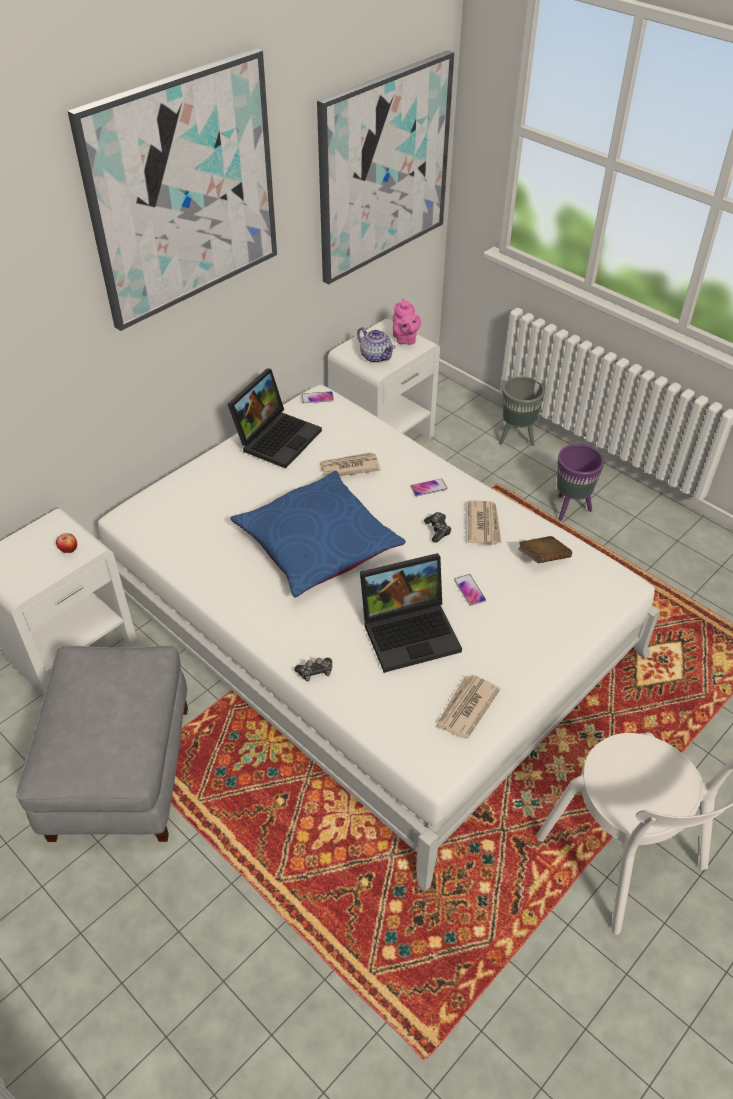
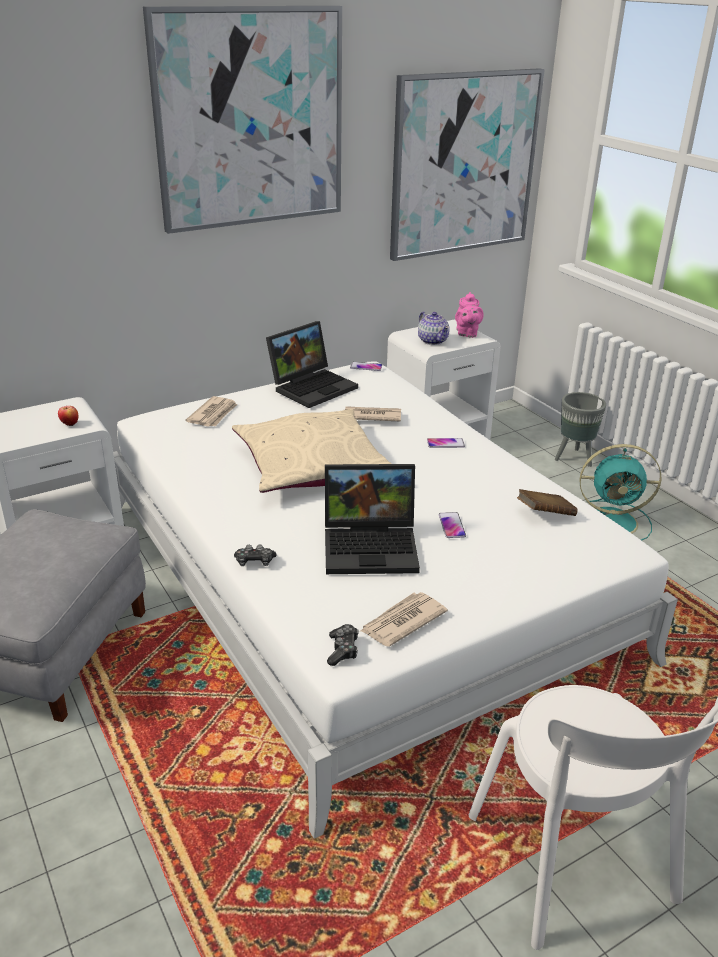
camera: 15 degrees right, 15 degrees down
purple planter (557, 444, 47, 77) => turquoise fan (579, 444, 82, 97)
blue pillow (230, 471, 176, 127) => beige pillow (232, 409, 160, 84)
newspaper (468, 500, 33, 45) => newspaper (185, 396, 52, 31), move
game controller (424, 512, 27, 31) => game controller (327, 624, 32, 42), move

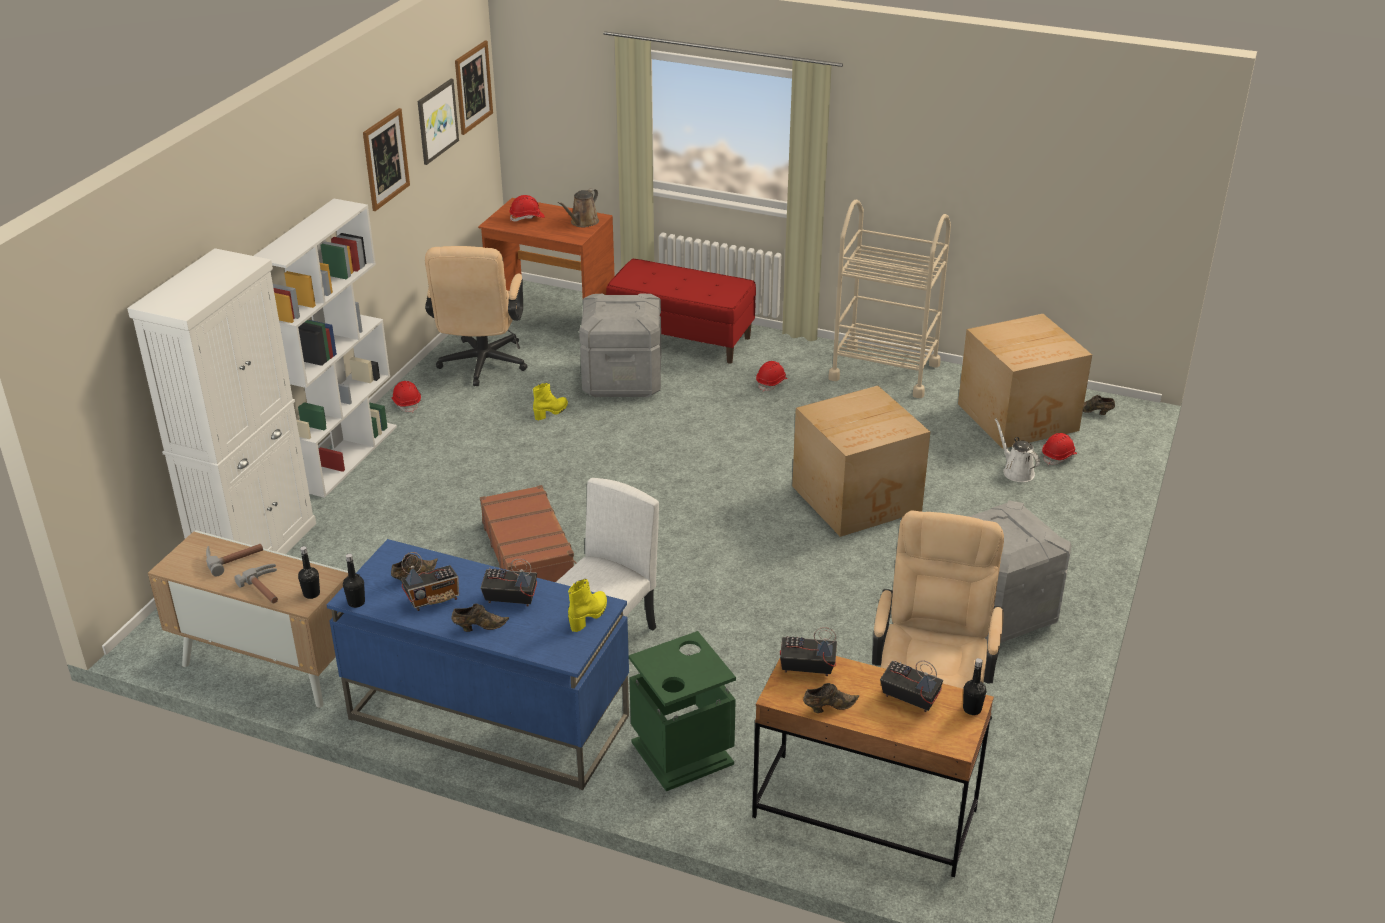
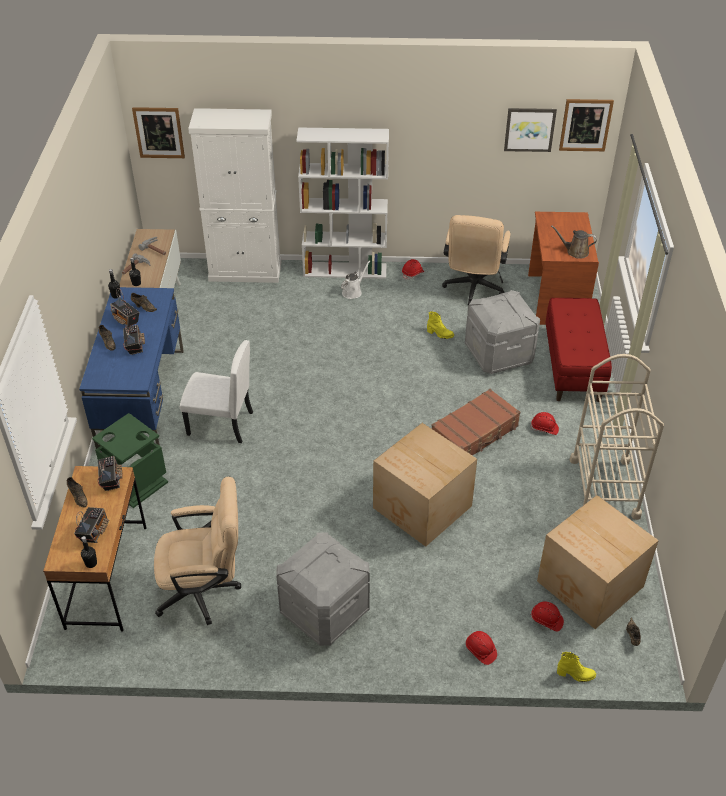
camera: 70 degrees right, 10 degrees up
picture (363, 108, 47, 103) => picture (132, 107, 53, 51), move
red hard hat (509, 195, 36, 27) => red hard hat (466, 631, 31, 34), move
beige office chair (425, 246, 103, 140) => beige office chair (442, 215, 68, 90), 60 degrees counterclockwise
white watering can (994, 418, 46, 64) => white watering can (341, 260, 29, 39), move
brown suitcase (480, 485, 97, 97) => brown suitcase (431, 389, 89, 67), move
yellow boot (568, 579, 39, 53) => yellow boot (557, 652, 39, 30), move

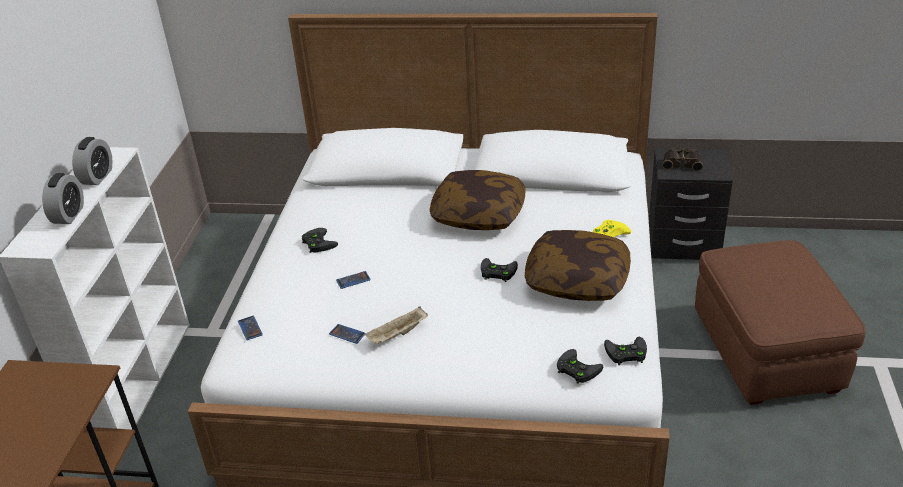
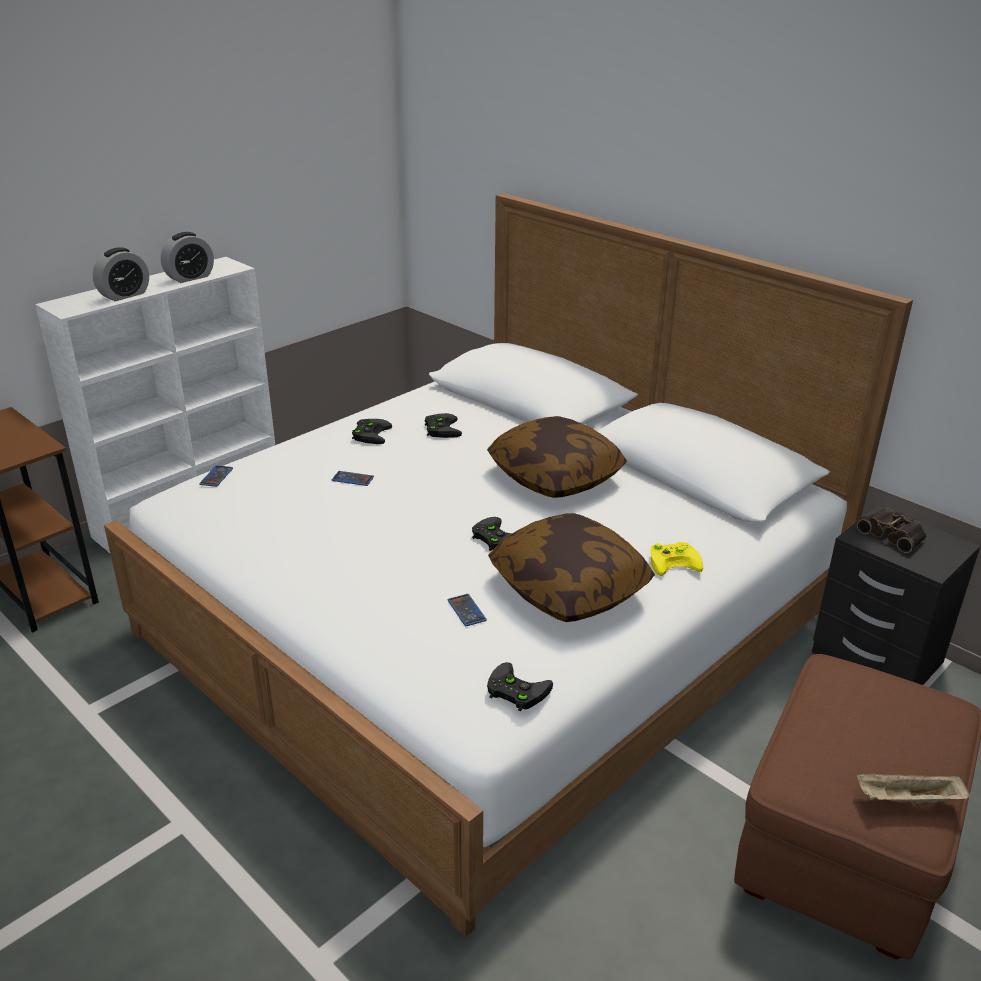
camera: 35 degrees right, 5 degrees down
beige tray (365, 306, 63, 38) => beige tray (857, 773, 113, 32), move
phone (329, 324, 36, 20) => phone (448, 594, 39, 32), move
black game controller (557, 349, 47, 35) => black game controller (425, 413, 37, 25), move

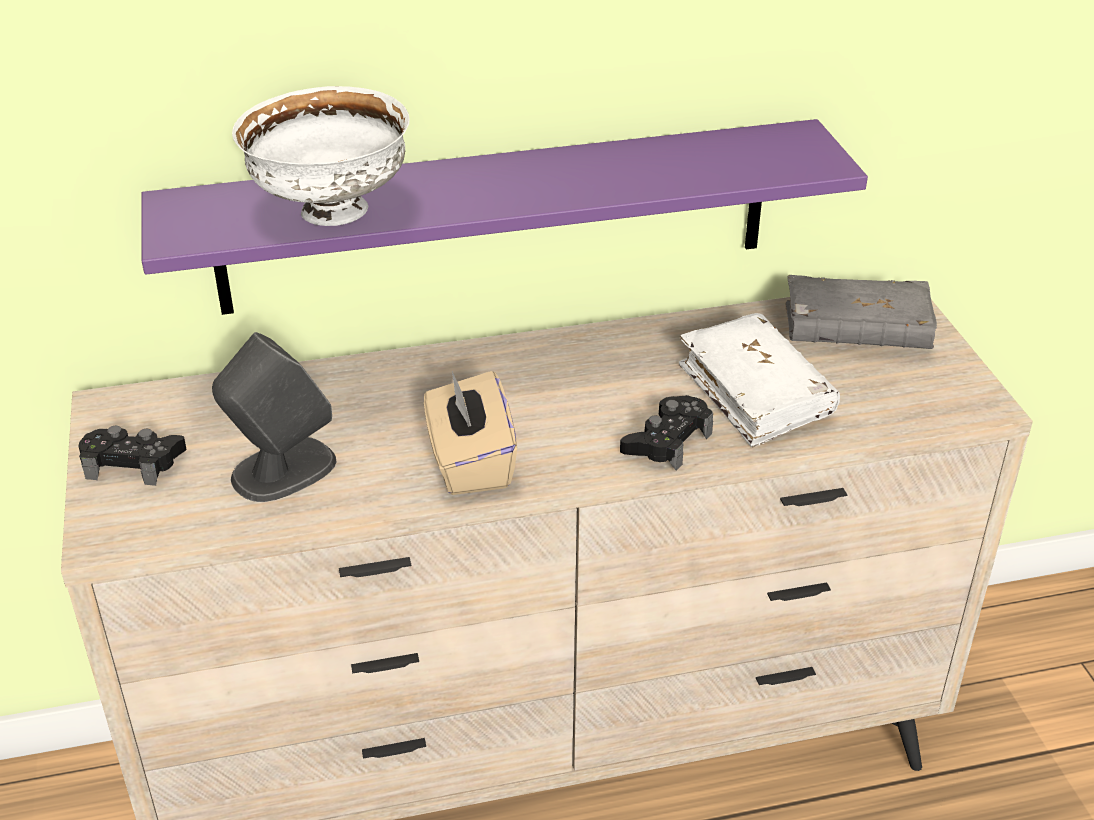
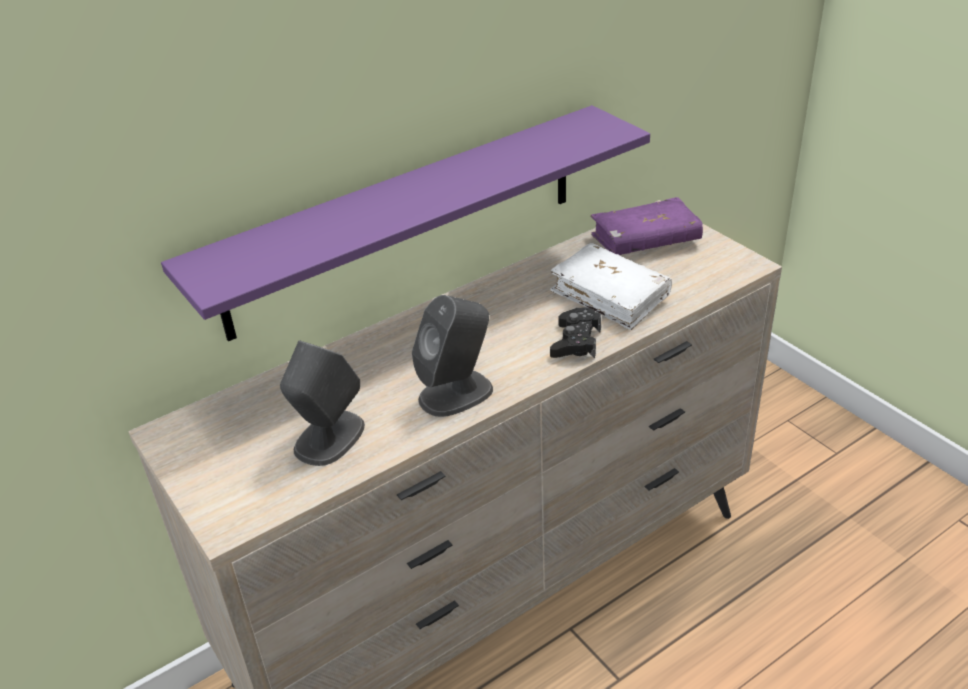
camera: 20 degrees left, 0 degrees up
white bowl (232, 86, 178, 140) => nothing
grey book (786, 275, 151, 74) => purple book (590, 197, 113, 58)
beige tissue box (424, 371, 93, 124) => grey speaker (412, 295, 81, 122)
black game controller (79, 426, 107, 60) => nothing

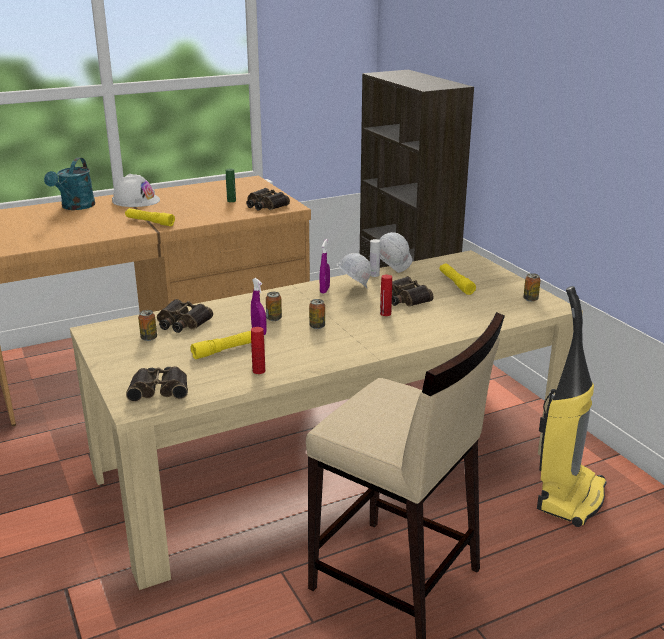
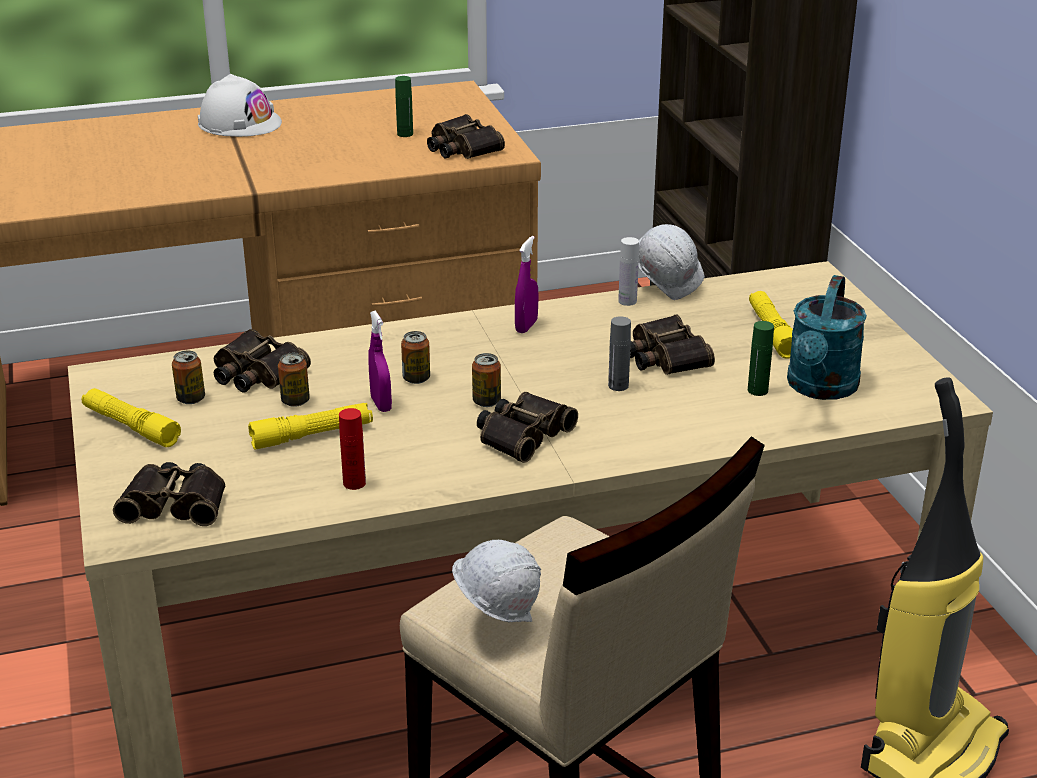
camera: 10 degrees right, 5 degrees up
turquoise watering can (44, 158, 51, 52) => turquoise watering can (787, 275, 80, 125), move
yellow flashlight (125, 208, 50, 18) => yellow flashlight (82, 388, 99, 59), move
white hard hat (336, 253, 35, 35) => white hard hat (452, 540, 89, 82), move
can (523, 273, 18, 29) => can (278, 353, 32, 54), move
red bottle (380, 275, 12, 41) => grey bottle (608, 316, 23, 75)
nothing => green bottle (748, 321, 26, 75)
nothing => binoculars (477, 392, 101, 71)

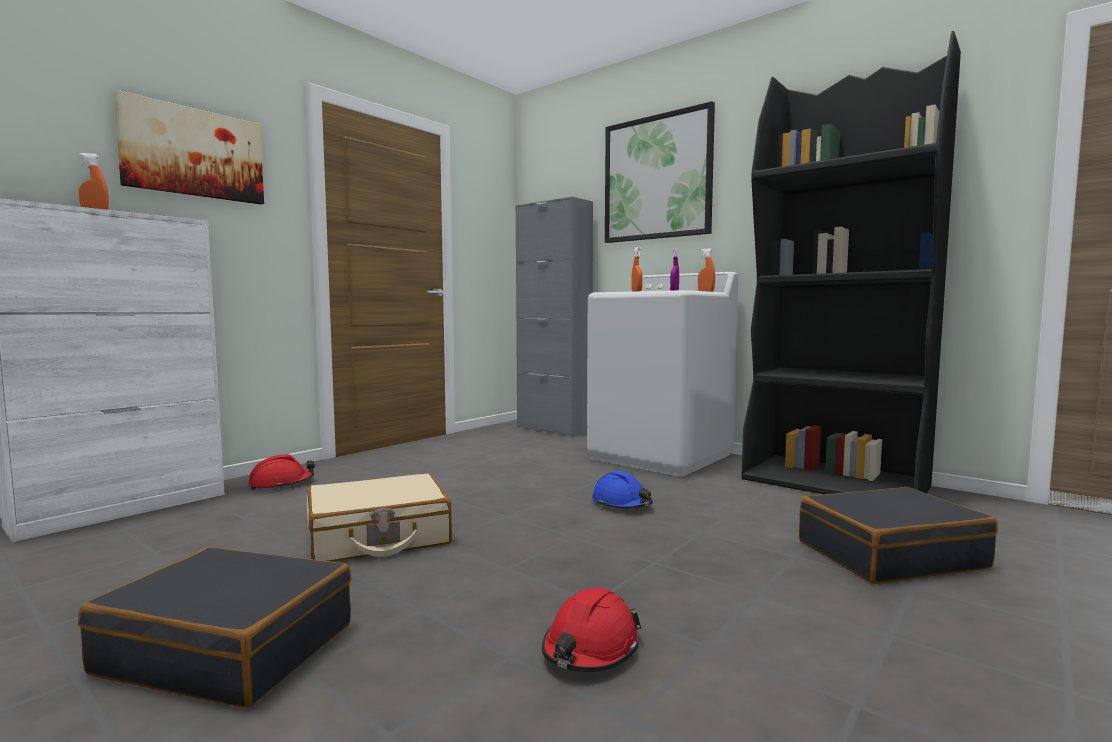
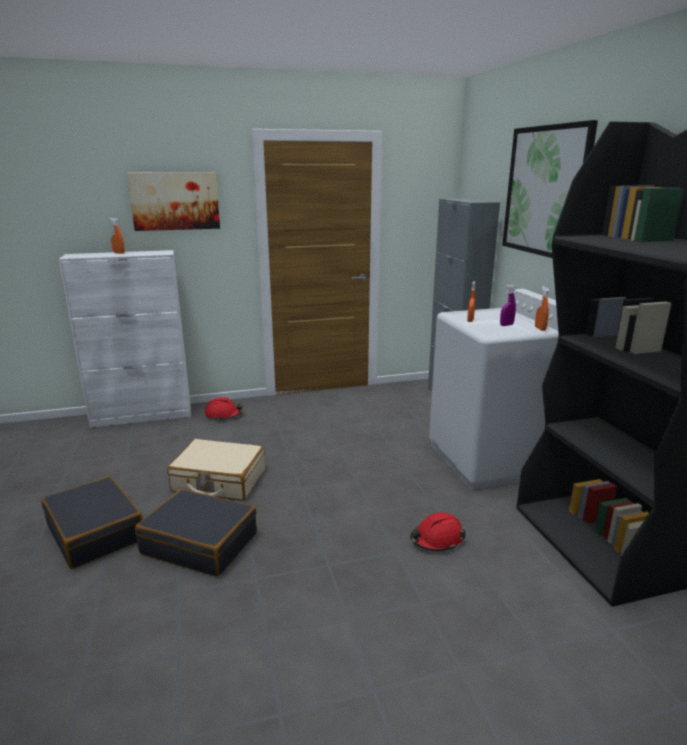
camera: 35 degrees right, 15 degrees up
blue hard hat (592, 471, 61, 38) => nothing
black suitcase (799, 487, 199, 97) => black suitcase (135, 489, 122, 88), move
red hard hat (542, 587, 99, 85) => red hard hat (410, 512, 56, 39), move

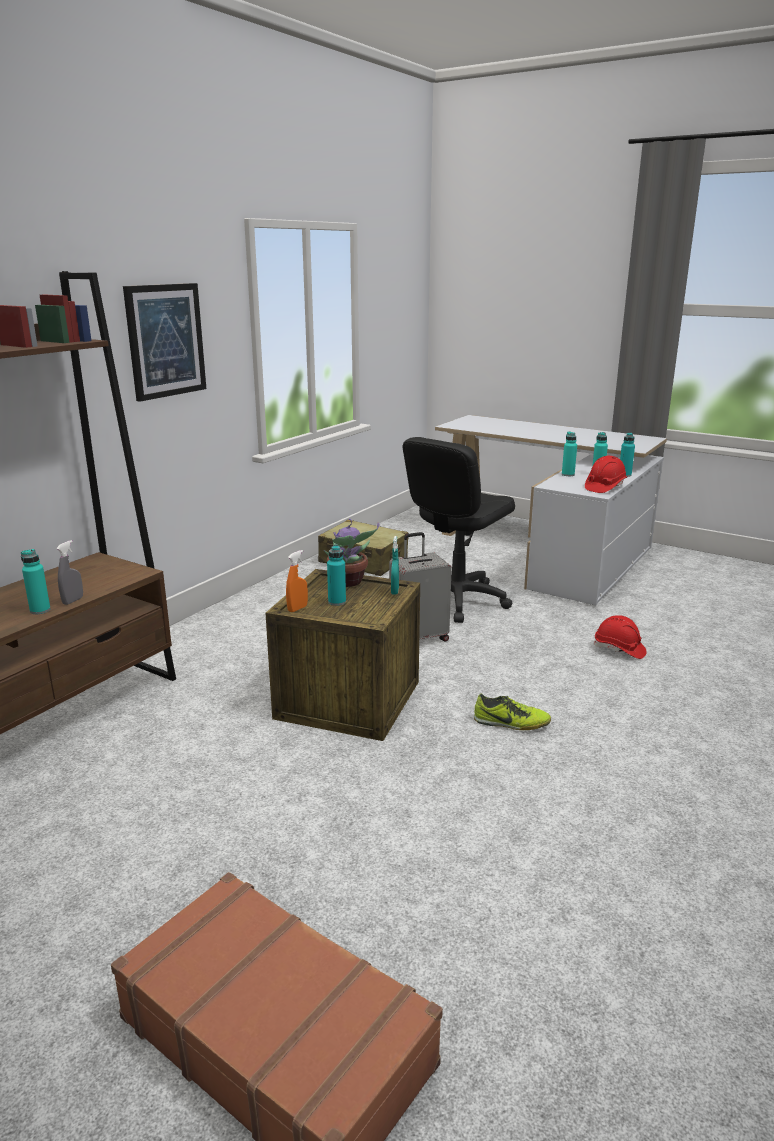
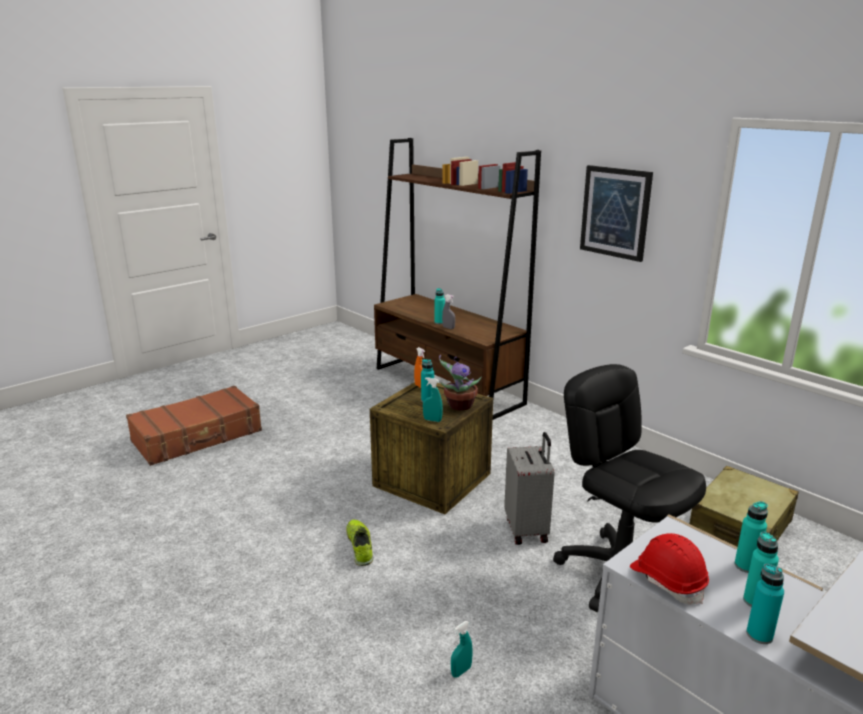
camera: 105 degrees right, 0 degrees up
red hard hat (593, 615, 54, 44) => turquoise spray bottle (451, 621, 22, 57)
shoe (474, 694, 77, 36) => shoe (346, 519, 27, 47), 135 degrees clockwise

